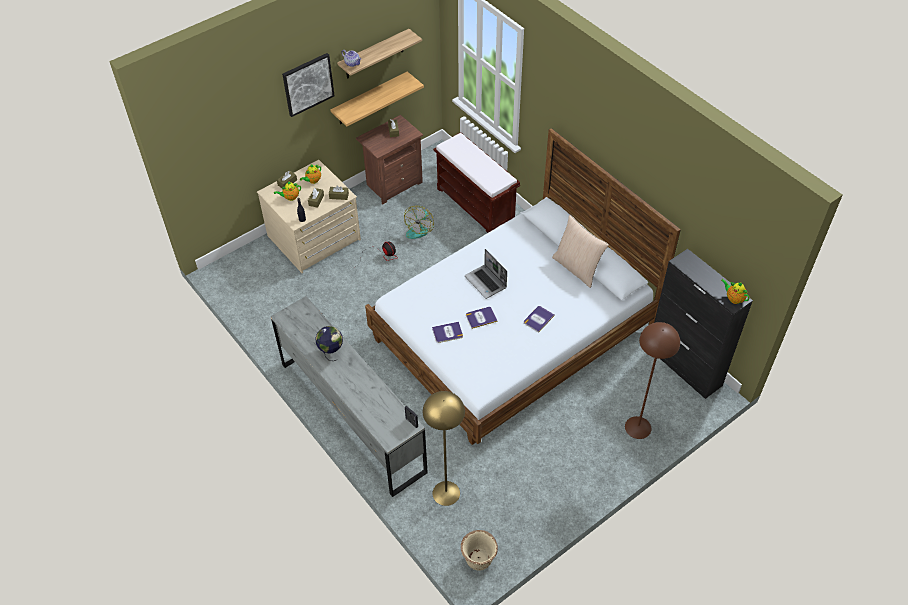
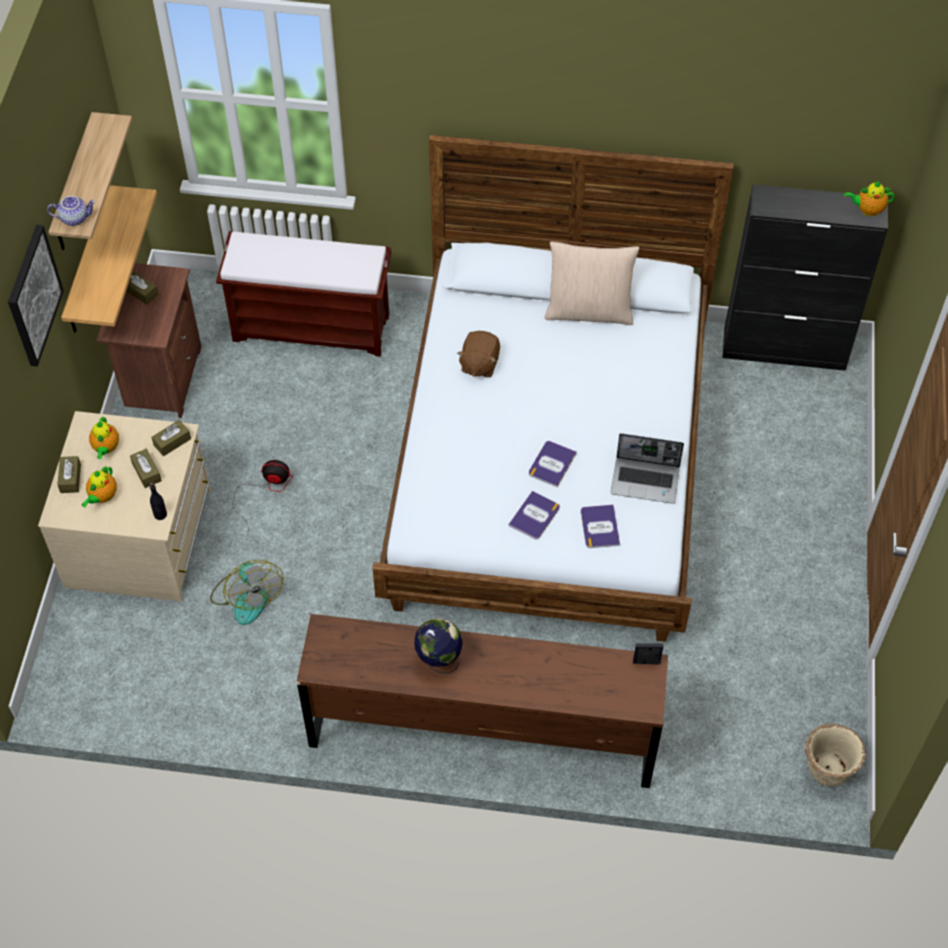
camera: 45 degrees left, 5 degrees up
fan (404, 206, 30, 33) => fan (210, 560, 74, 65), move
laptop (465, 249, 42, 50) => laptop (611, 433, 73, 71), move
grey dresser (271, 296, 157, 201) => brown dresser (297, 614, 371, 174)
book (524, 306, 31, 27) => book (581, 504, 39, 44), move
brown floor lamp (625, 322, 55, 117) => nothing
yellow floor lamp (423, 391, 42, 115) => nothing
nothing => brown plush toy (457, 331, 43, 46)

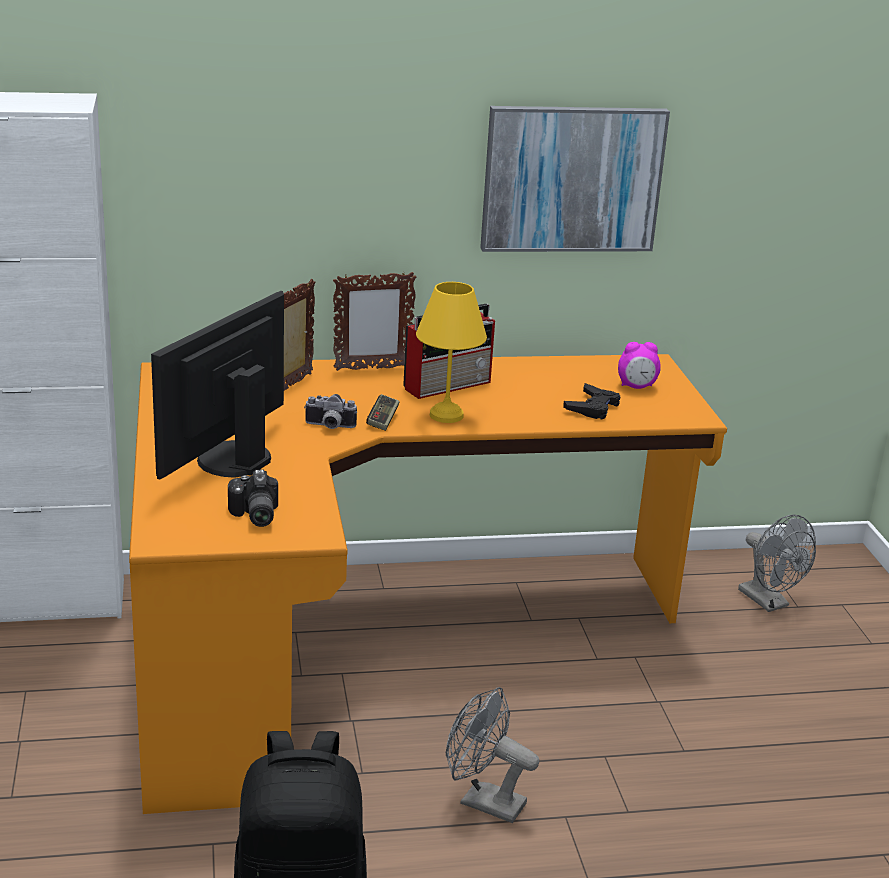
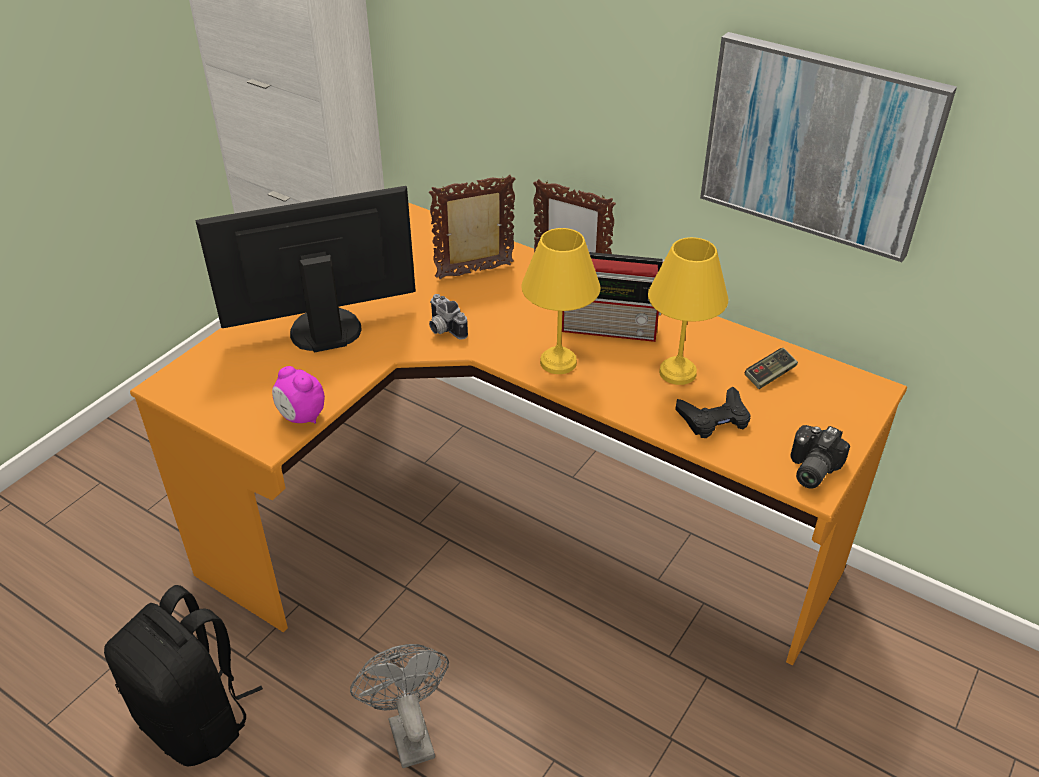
camera: 45 degrees right, 15 degrees up
alarm clock (618, 342, 43, 47) => alarm clock (272, 366, 53, 57), move
game controller (366, 394, 34, 37) => game controller (745, 348, 53, 41), move
photo camera (228, 470, 50, 57) => photo camera (790, 425, 60, 64), move
grey fan (738, 515, 78, 97) => nothing
nothing => yellow table lamp (648, 237, 80, 148)

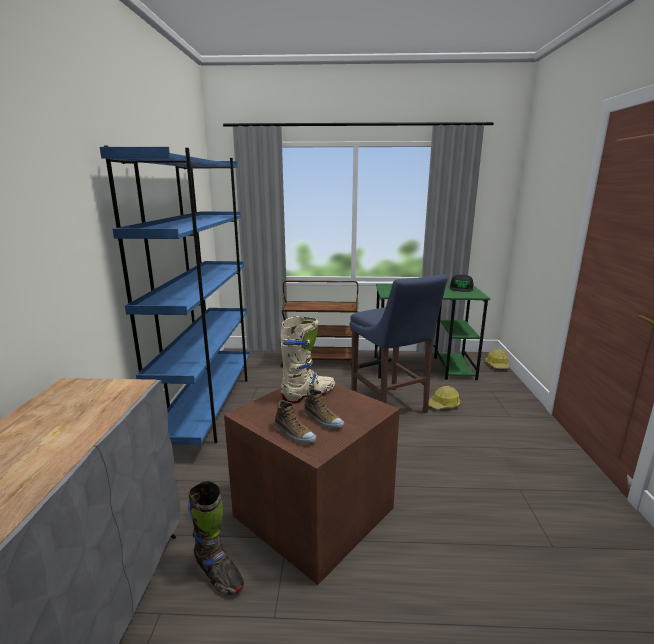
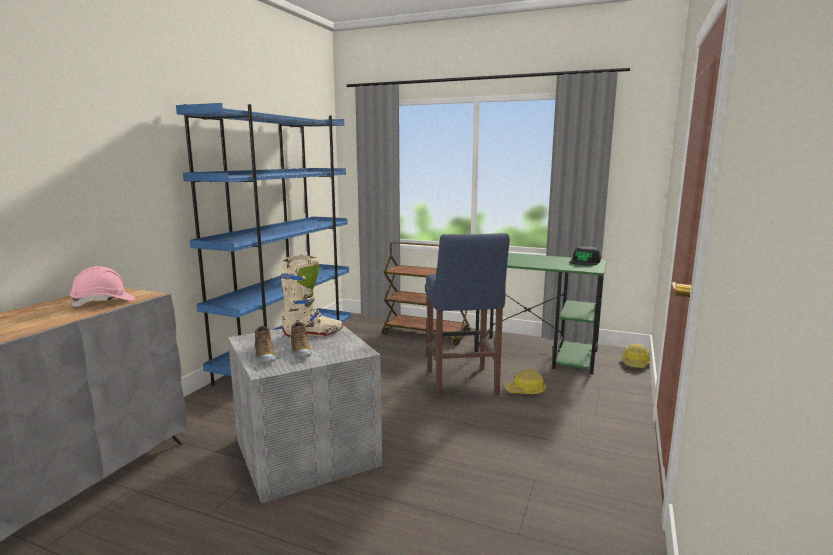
camera: 20 degrees right, 5 degrees down
brown storage box (224, 384, 176, 201) => grey storage box (228, 325, 154, 178)
black boot (188, 480, 56, 115) => nothing
nothing => pink hard hat (70, 266, 65, 41)

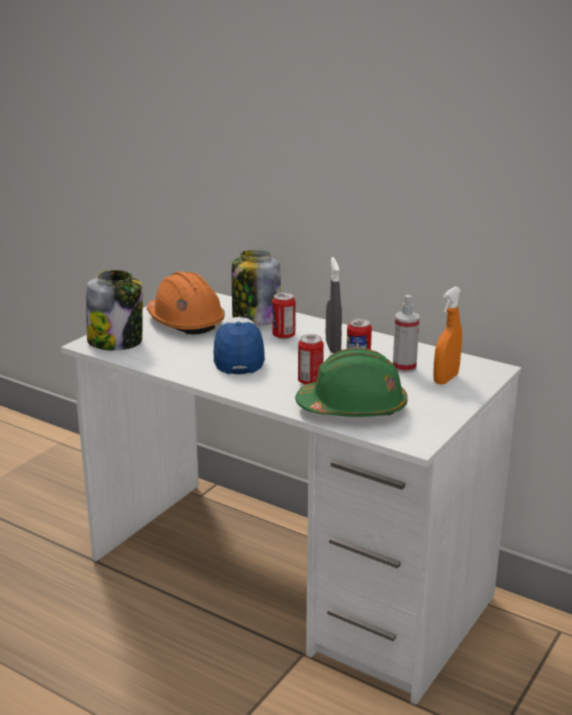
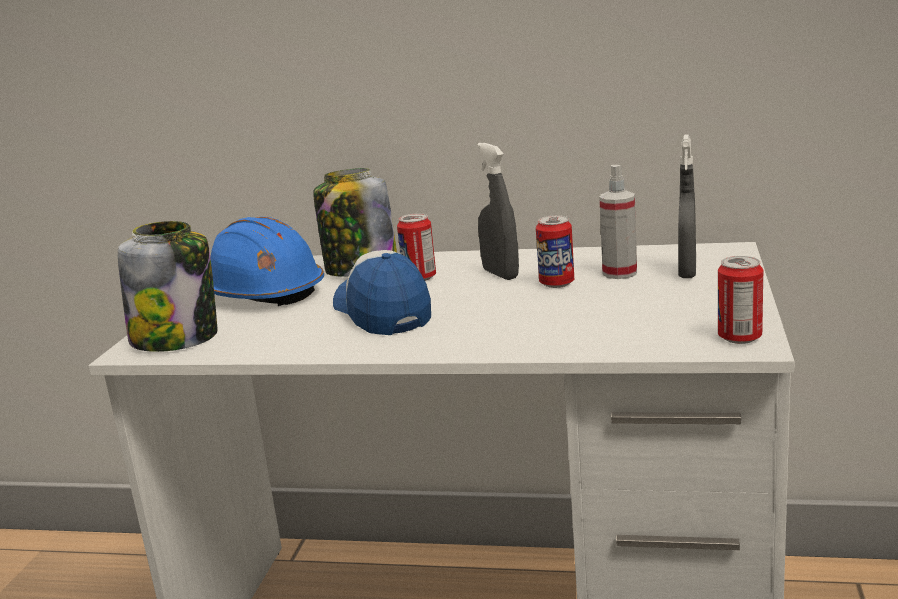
camera: 20 degrees left, 5 degrees down
orange hard hat (147, 271, 78, 64) => blue hard hat (210, 217, 114, 89)
orange spray bottle (433, 287, 29, 98) => grey spray bottle (678, 134, 18, 144)
can (298, 334, 26, 51) => can (718, 256, 45, 88), move
green hard hat (295, 348, 113, 69) => nothing

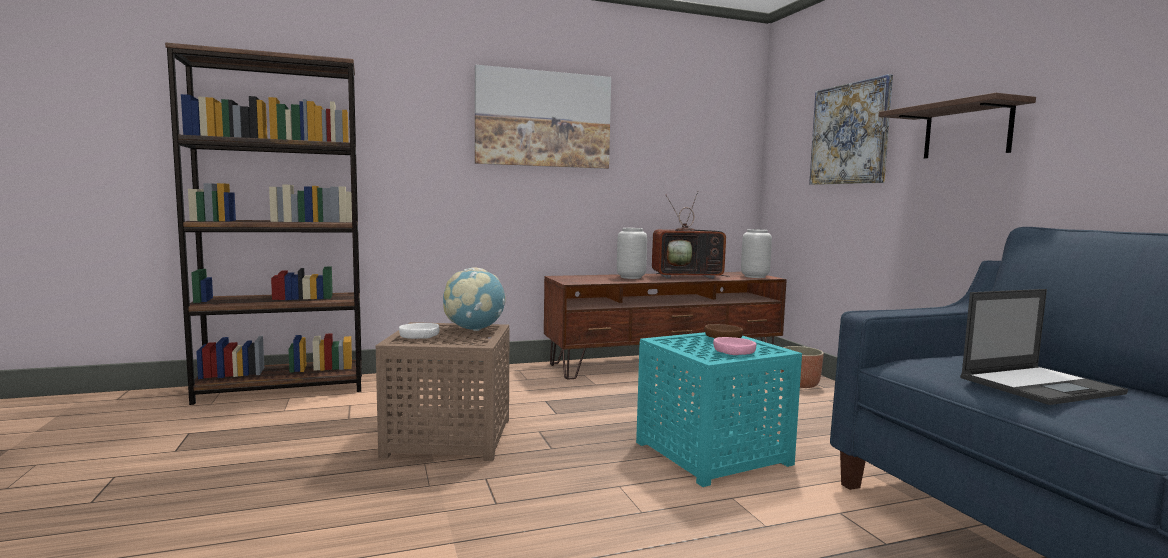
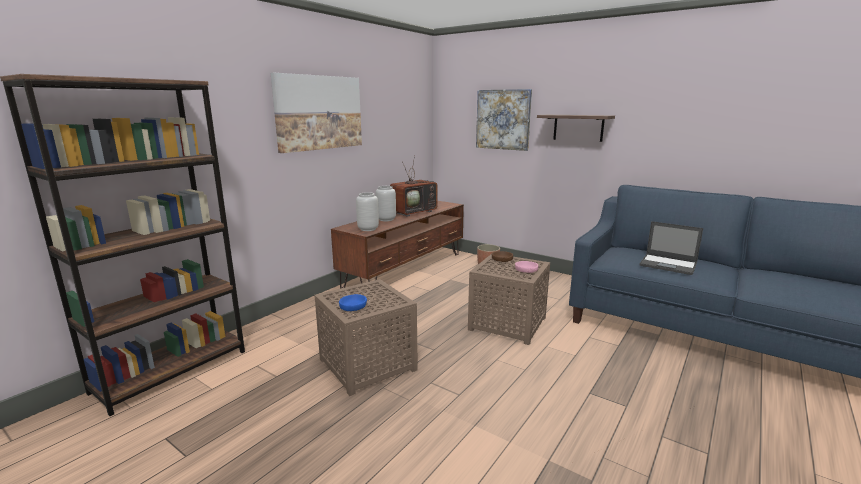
camera: 35 degrees left, 10 degrees up
grey vase (741, 229, 31, 49) => grey vase (356, 192, 23, 39), move
globe (443, 268, 63, 63) => nothing
laptop (960, 289, 168, 116) => laptop (639, 221, 64, 54), 90 degrees clockwise
white bowl (399, 323, 40, 16) => blue bowl (339, 294, 28, 17)
turquoise side table (636, 332, 166, 155) => brown side table (468, 254, 82, 91)

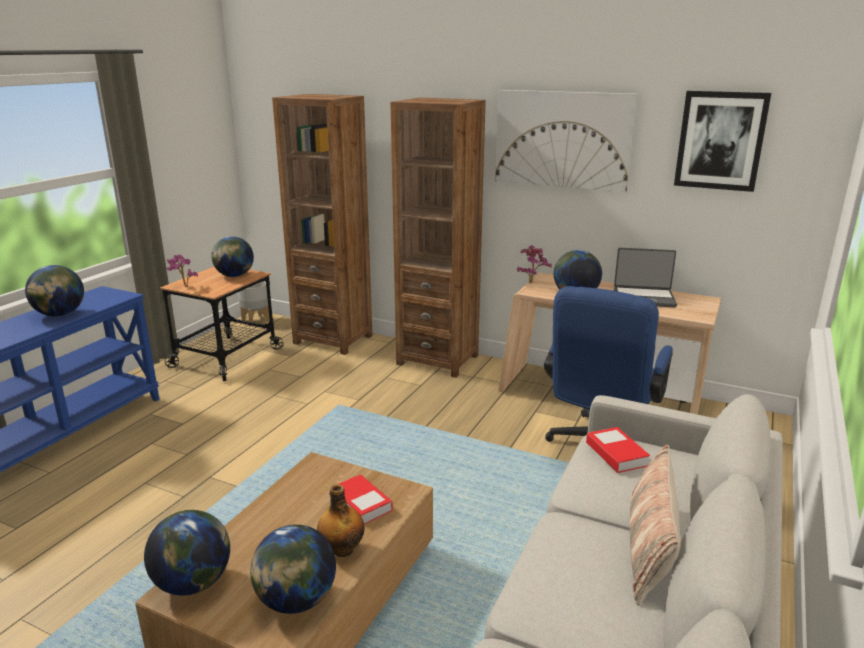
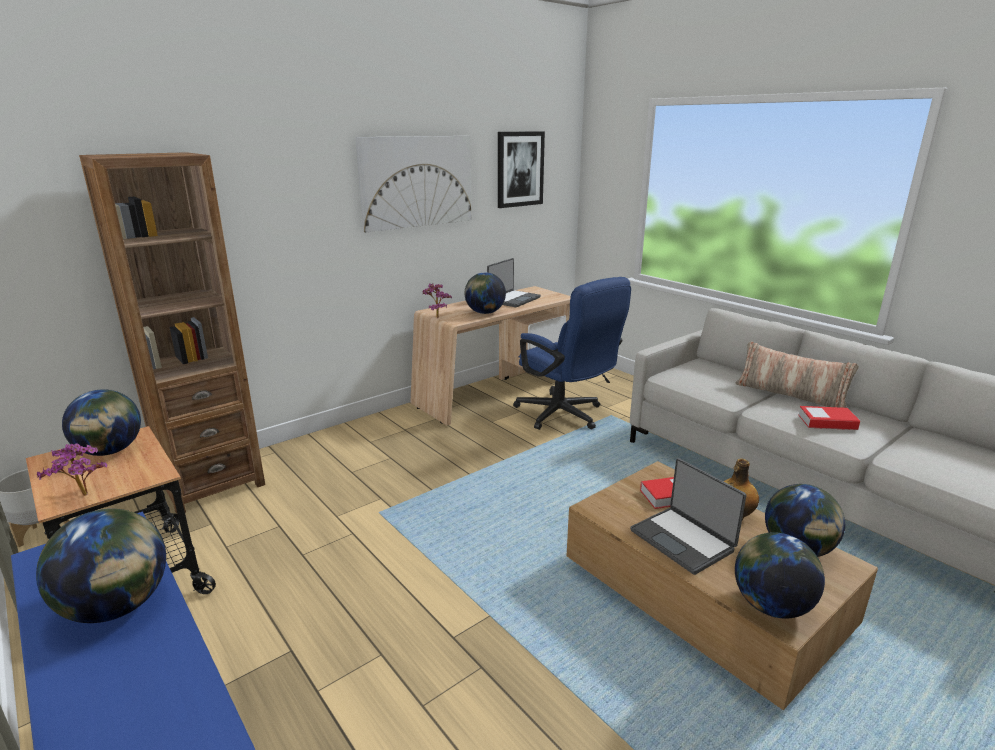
camera: 65 degrees left, 0 degrees up
brown bookcase (390, 98, 96, 280) => nothing
book (586, 427, 64, 46) => book (798, 406, 62, 24), move
nothing => laptop (630, 458, 116, 117)

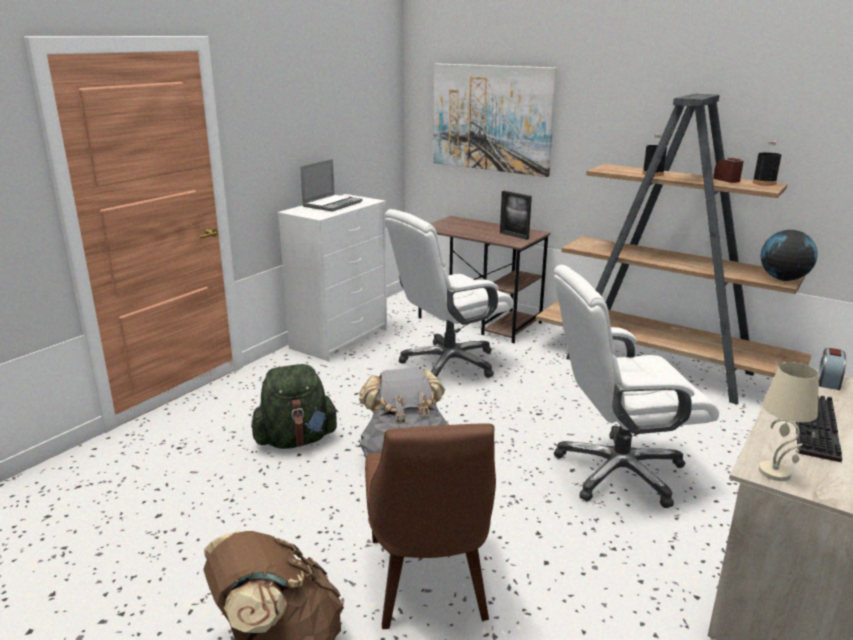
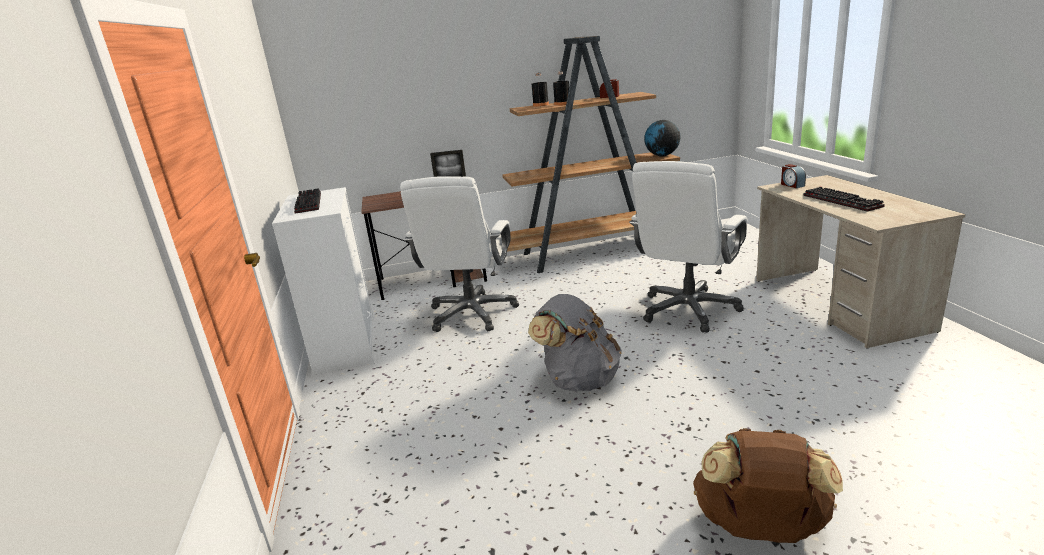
camera: 45 degrees left, 0 degrees up
picture (433, 63, 124, 114) => nothing
black bottle (753, 141, 28, 45) => black bottle (531, 73, 18, 33), move
laptop (300, 159, 63, 53) => keyboard (294, 188, 27, 26)
beige table lamp (759, 362, 60, 119) => nothing
green backpack (251, 364, 87, 85) => nothing
brown chair (365, 423, 131, 206) => nothing

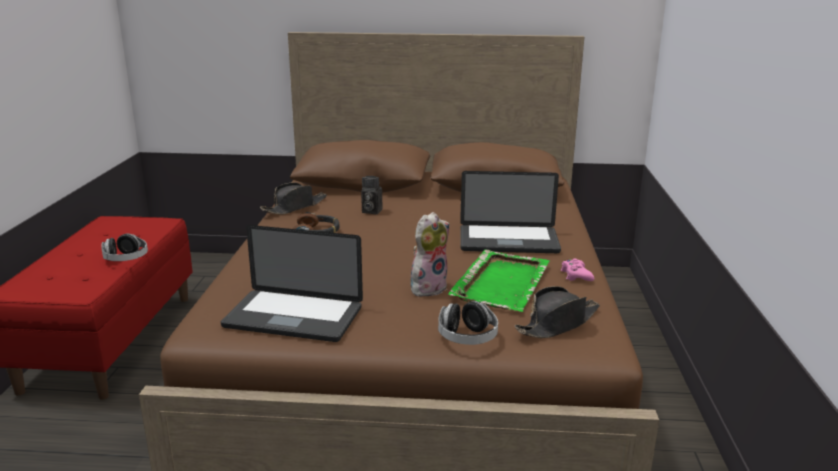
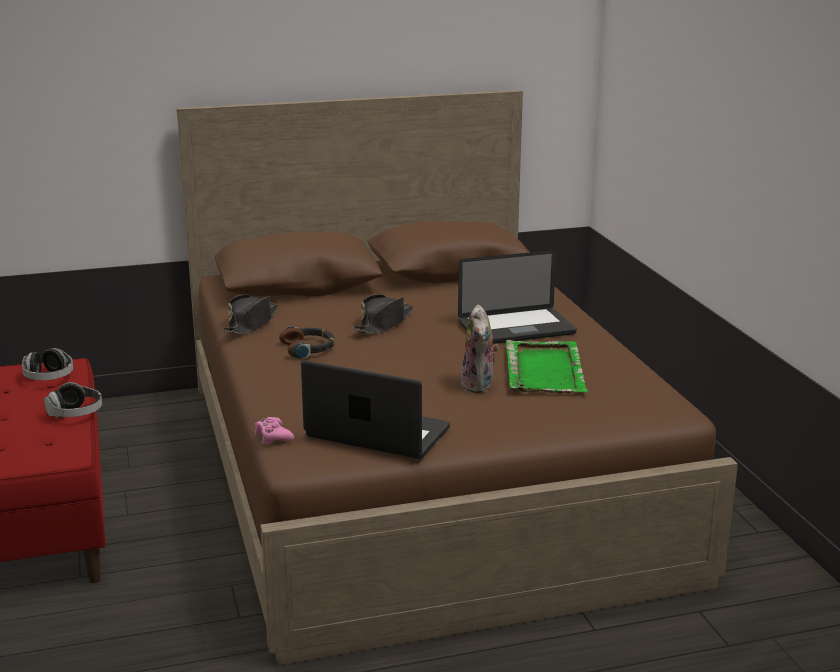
camera: 20 degrees left, 0 degrees up
photo camera (361, 176, 22, 38) => nothing
plush toy (411, 212, 38, 85) => plush toy (460, 304, 39, 89), 150 degrees clockwise
laptop (221, 225, 142, 117) => laptop (301, 360, 149, 99), 150 degrees counterclockwise
pink game controller (560, 259, 34, 22) => pink game controller (255, 417, 39, 27), move
black hat (515, 286, 85, 52) => black hat (352, 294, 61, 40), move
headphones (438, 301, 60, 44) => headphones (22, 348, 51, 32), move

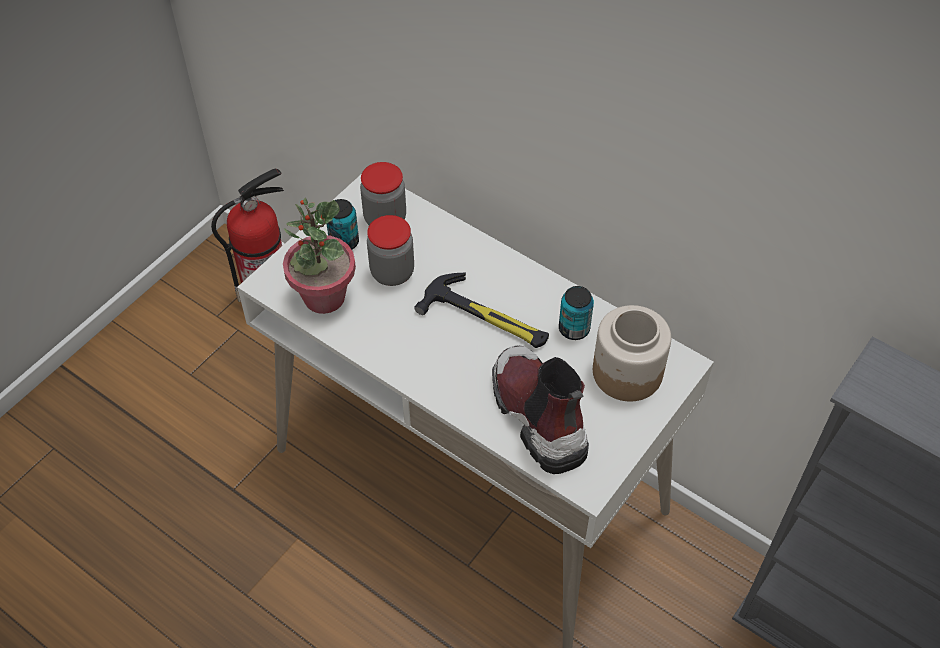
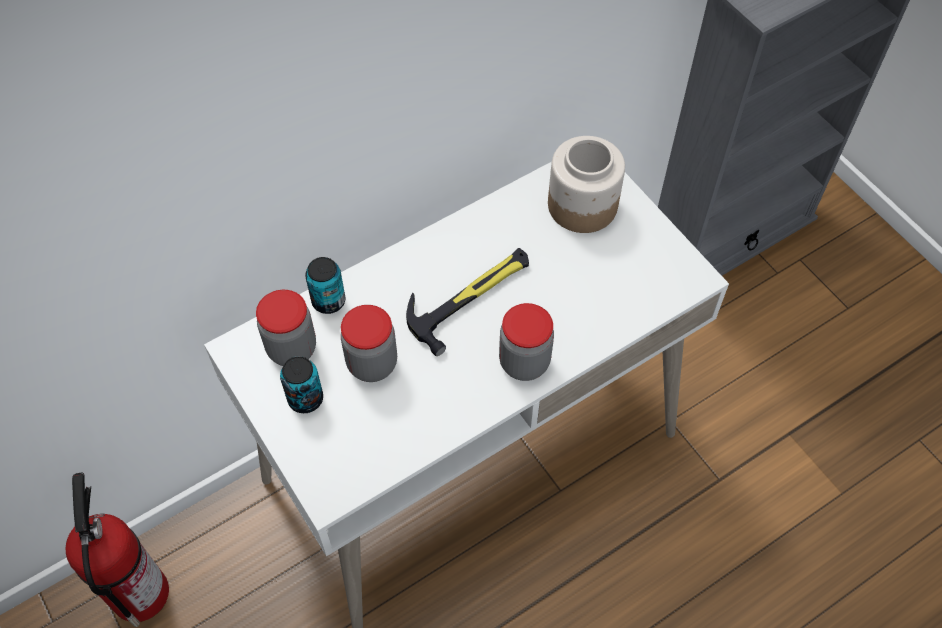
camera: 70 degrees left, 5 degrees up
potted plant (283, 198, 73, 116) => nothing
can (559, 286, 35, 54) => can (305, 257, 40, 57), move
boot (492, 345, 97, 129) => nothing
nothing => jar (499, 303, 55, 78)

